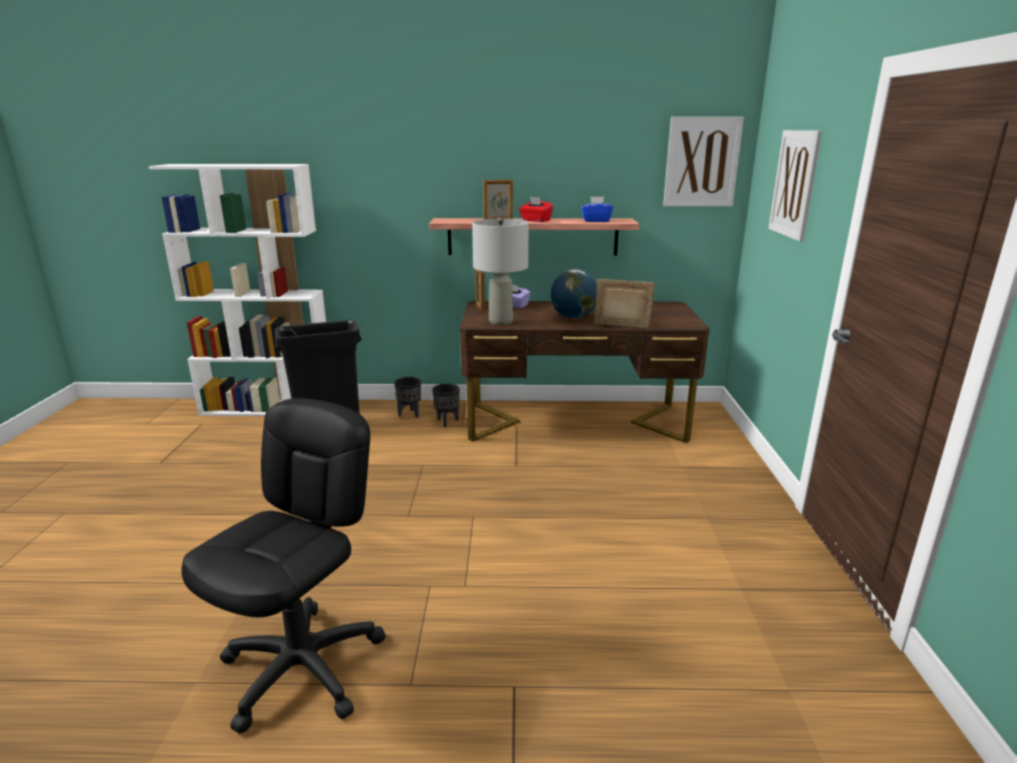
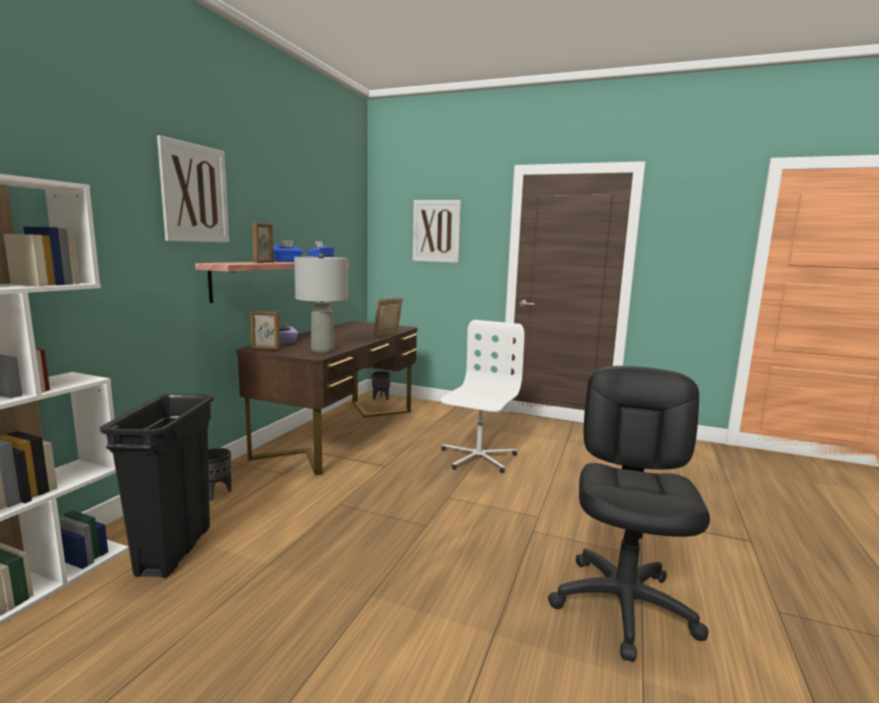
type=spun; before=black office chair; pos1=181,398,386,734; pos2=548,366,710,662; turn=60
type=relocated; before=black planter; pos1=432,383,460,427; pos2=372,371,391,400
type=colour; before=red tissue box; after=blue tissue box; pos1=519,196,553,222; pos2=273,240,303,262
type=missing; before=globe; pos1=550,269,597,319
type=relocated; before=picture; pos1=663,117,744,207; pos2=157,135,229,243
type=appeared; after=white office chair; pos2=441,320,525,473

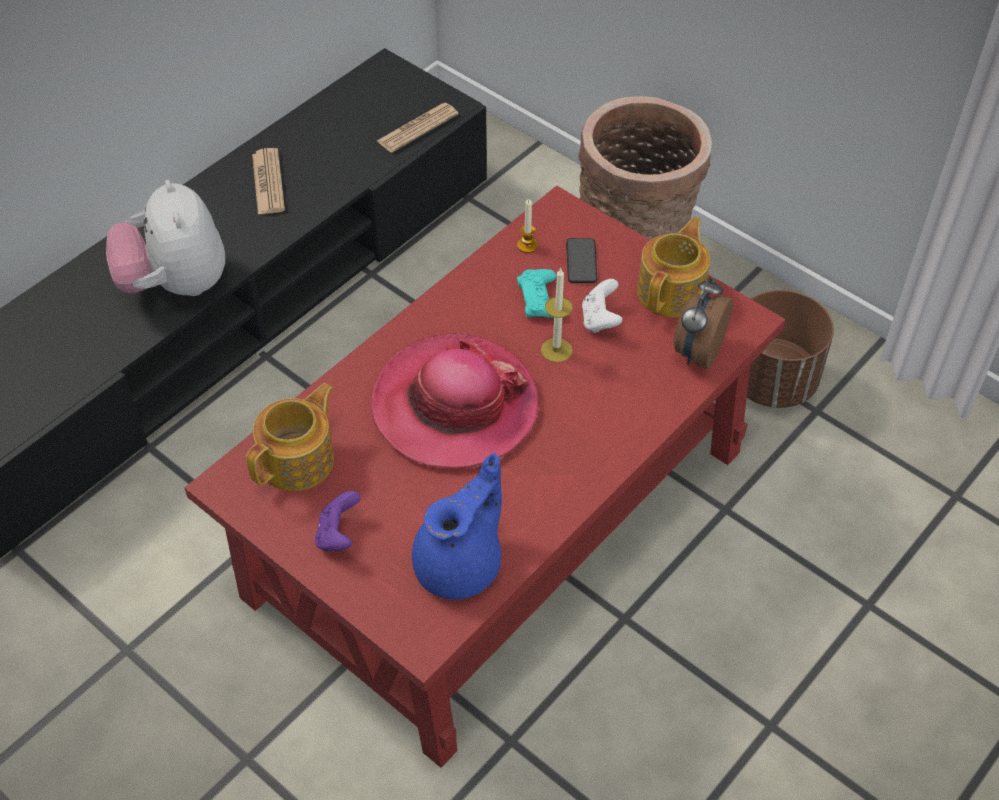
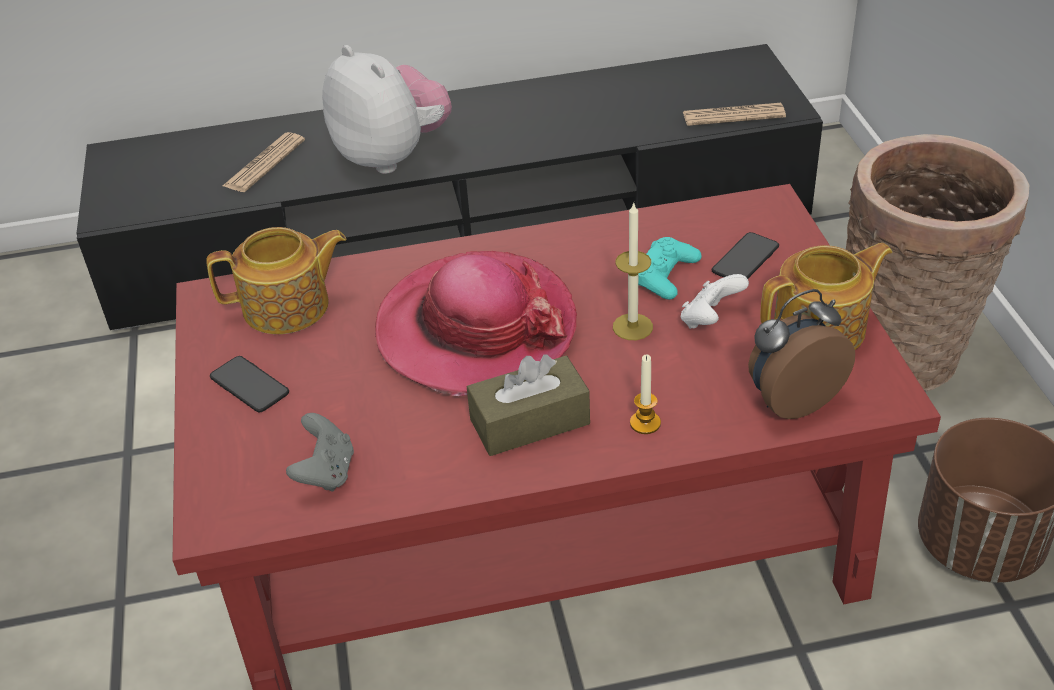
type=spun; before=plush toy; pos1=106,180,225,296; pos2=322,45,452,174; turn=120
type=relocated; before=newspaper; pos1=252,148,285,214; pos2=223,132,305,192
type=exchanged; before=purple game controller; after=phone; pos1=315,491,360,551; pos2=210,356,289,412
type=exchanged; before=blue teapot; after=grey game controller; pos1=412,453,502,600; pos2=286,413,354,492
type=relocated; before=candle; pos1=517,200,538,253; pos2=630,354,661,434
type=appeared; after=brown tissue box; pos2=467,354,590,456

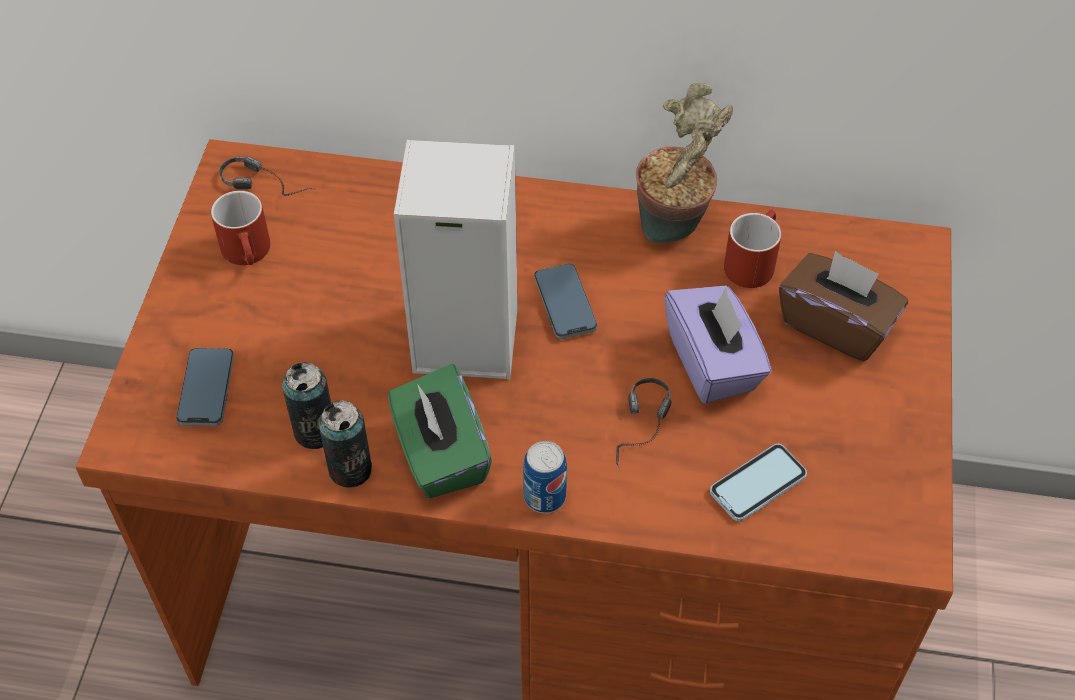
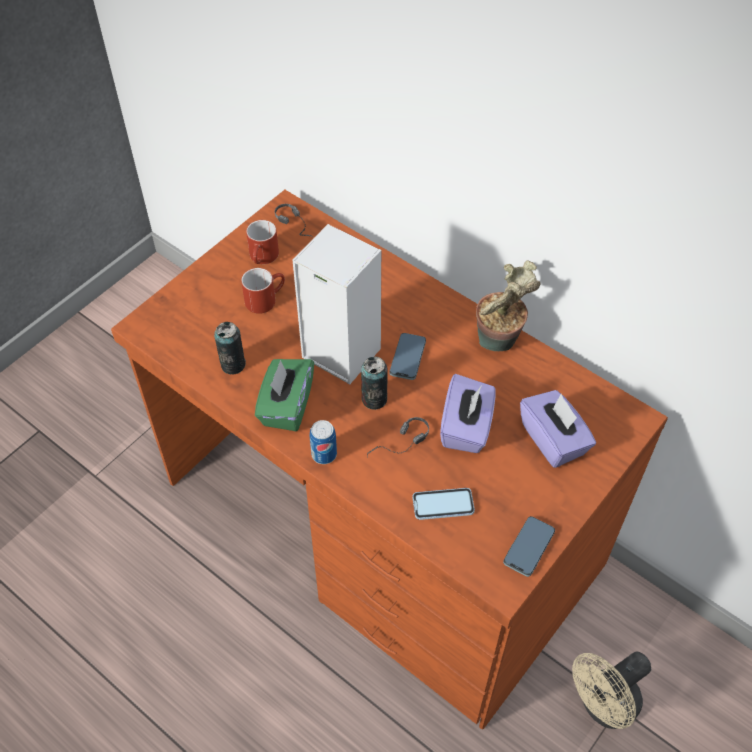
type=relocated; before=phone; pos1=176,348,234,426; pos2=503,516,555,577
type=relocated; before=can; pos1=318,400,372,488; pos2=361,357,388,410
type=relocated; before=red mug; pos1=724,210,782,288; pos2=241,268,285,314
type=colour; before=brown tissue box; after=purple tissue box; pos1=779,250,908,361; pos2=520,390,596,468
type=appeared; after=beige fan; pos2=572,651,651,729

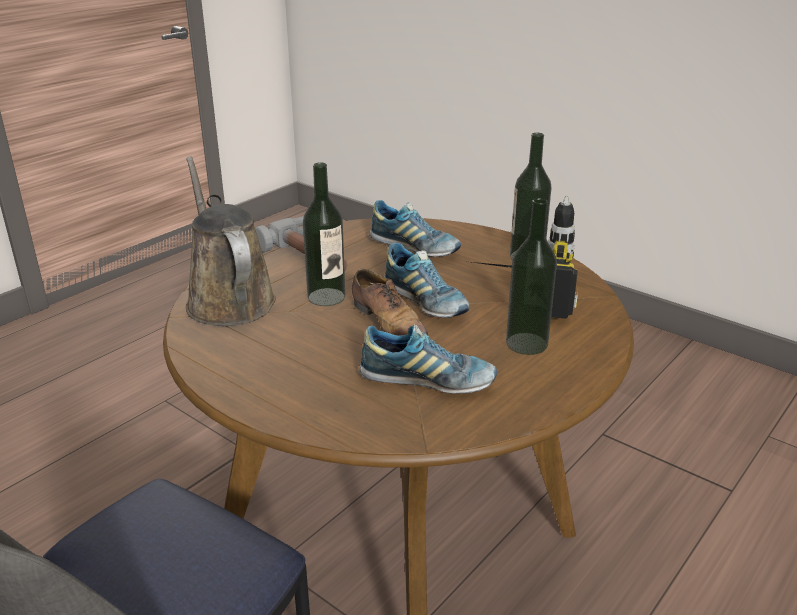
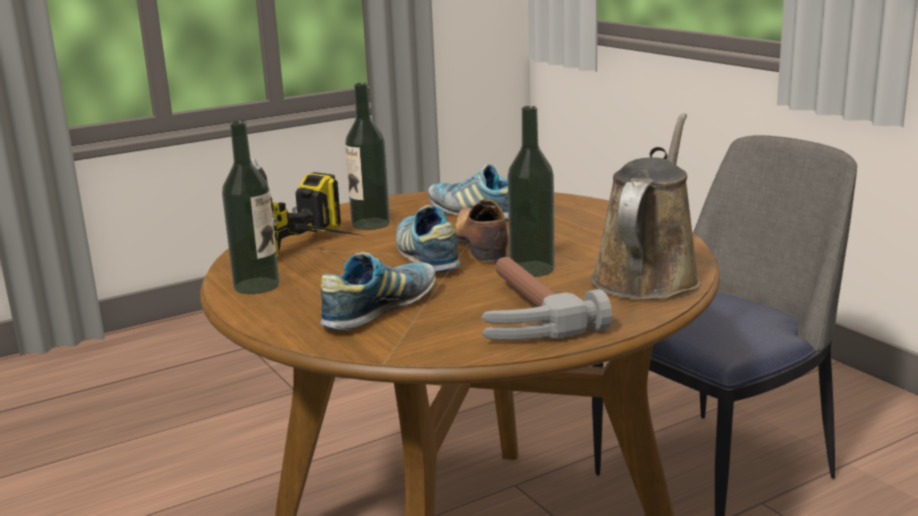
type=spun; before=brown watering can; pos1=186,156,276,326; pos2=591,113,701,300; turn=-150
type=spun; before=shoe; pos1=369,200,461,257; pos2=320,252,436,330; turn=75

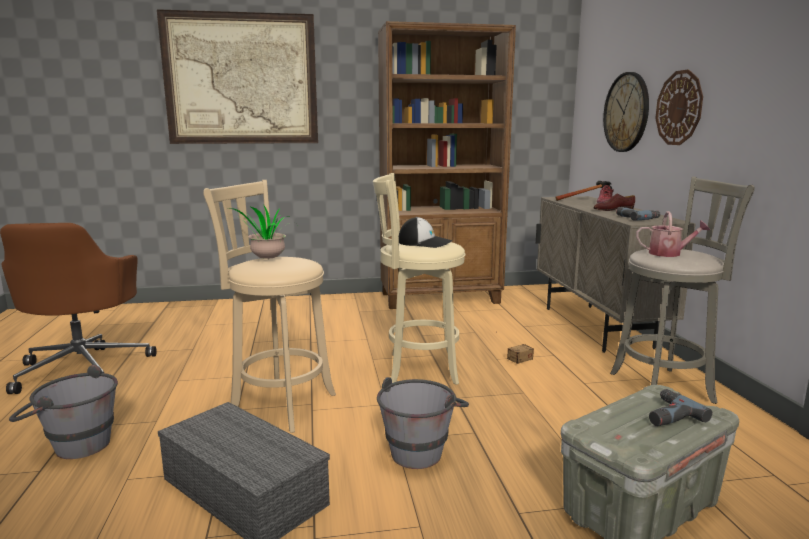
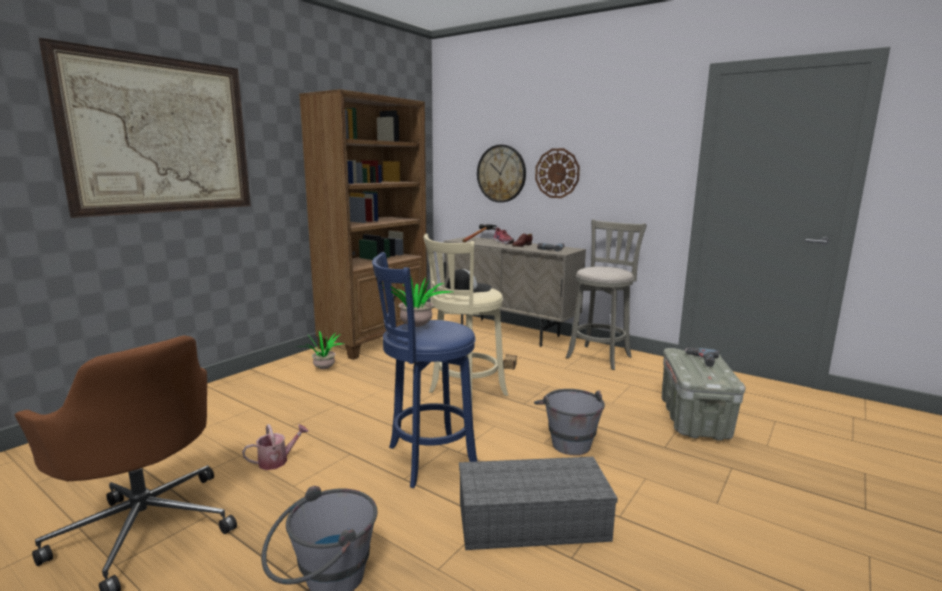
type=colour; before=beige stool; after=blue stool; pos1=203,180,336,433; pos2=372,252,478,488
type=relocated; before=watering can; pos1=636,211,710,257; pos2=242,424,308,470
type=appeared; after=potted plant; pos2=298,330,344,369

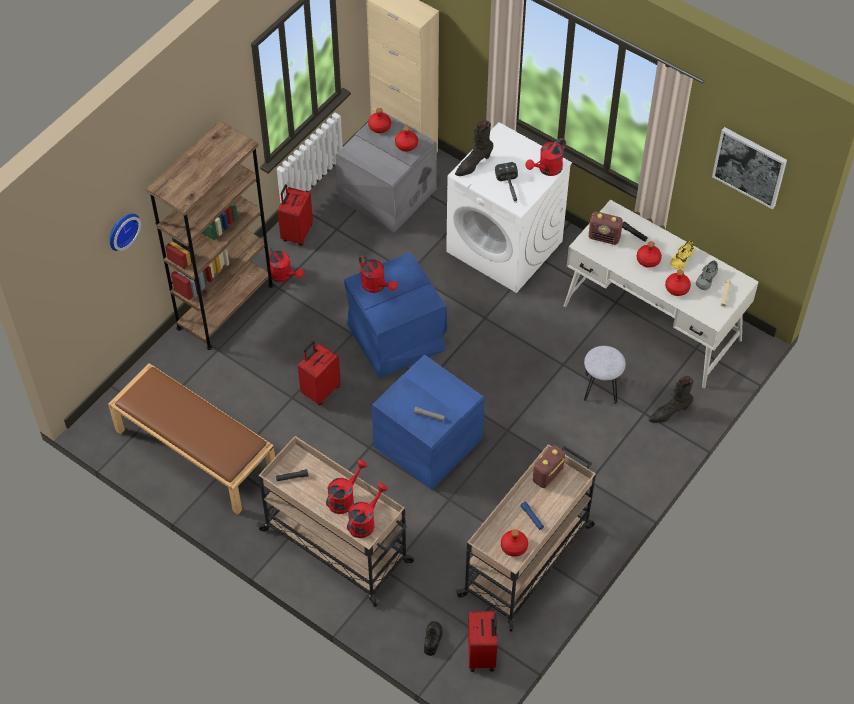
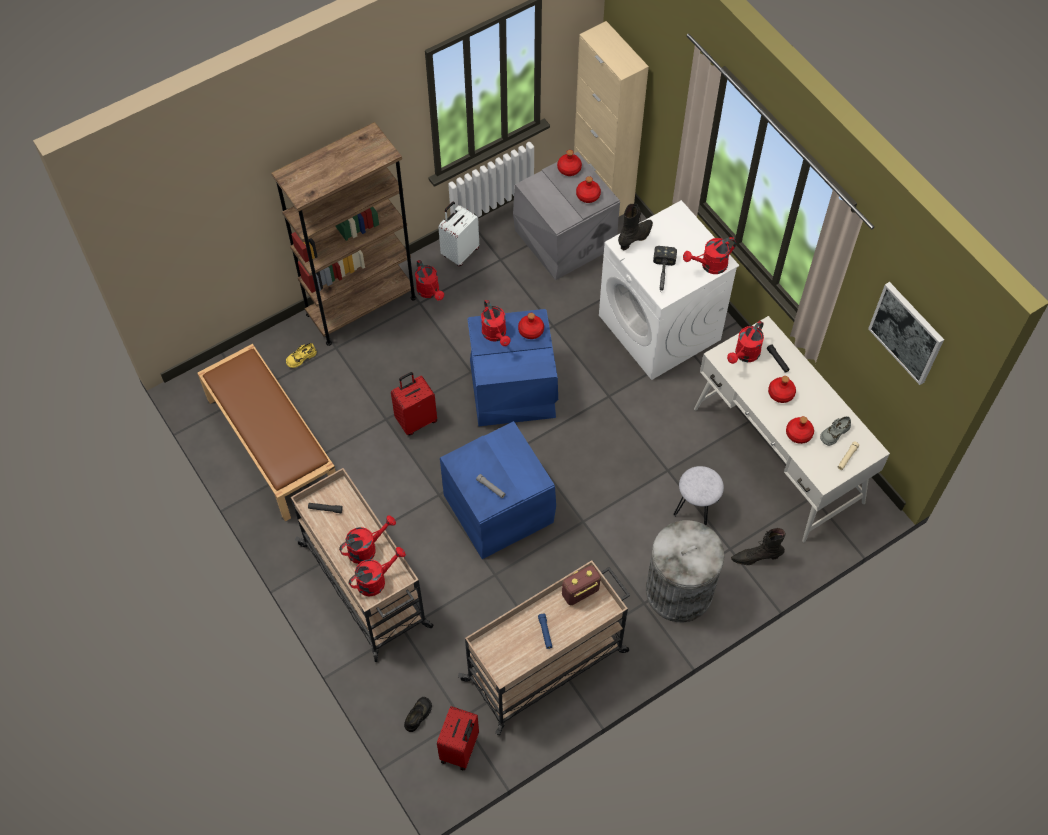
type=missing; before=wall clock; pos1=110,213,141,251
type=colour; before=red suitcase; after=white suitcase; pos1=278,184,313,246; pos2=438,202,479,266
type=spun; before=black boot; pos1=455,120,493,176; pos2=618,204,653,251; turn=150
type=relocated; before=red bottle; pos1=501,529,528,557; pos2=518,313,544,339
type=exchanged; before=radio; after=red watering can; pos1=588,212,623,245; pos2=727,321,764,364
type=relocated; before=yellow shoe; pos1=670,241,694,270; pos2=286,343,317,368
type=appeared; after=grey trash can; pos2=646,520,724,622

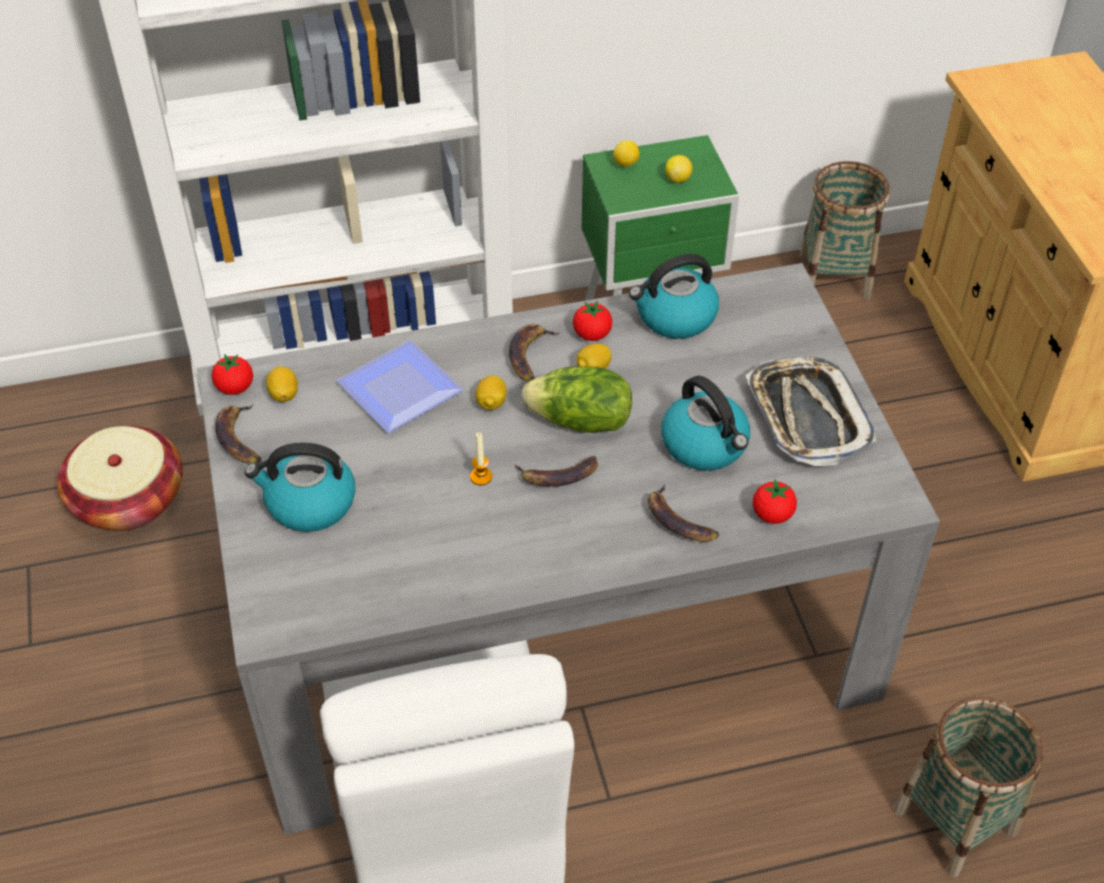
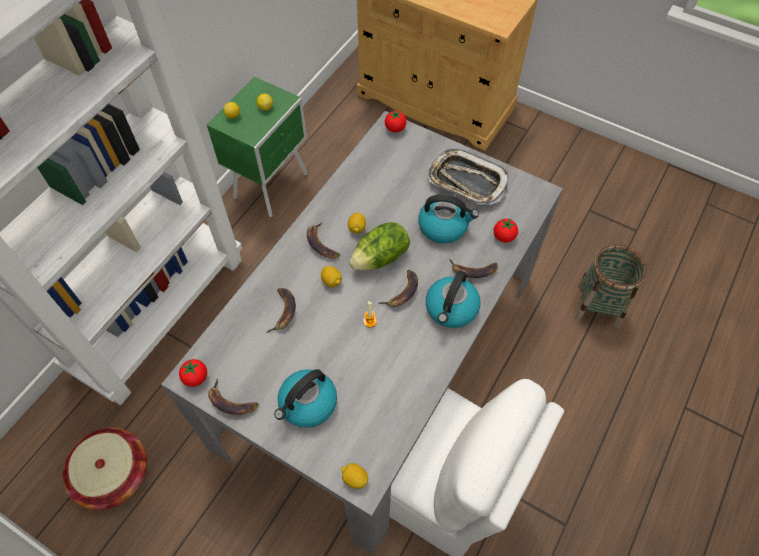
type=relocated; before=lemon; pos1=266,366,298,402; pos2=341,463,368,489
type=exchanged; before=plate; after=banana; pos1=337,340,463,433; pos2=266,288,296,333
type=relocated; before=tomato; pos1=573,301,612,341; pos2=385,110,406,132
type=relocated; before=kettle; pos1=629,254,719,339; pos2=426,271,480,328
type=missing; before=basket; pos1=799,161,890,300

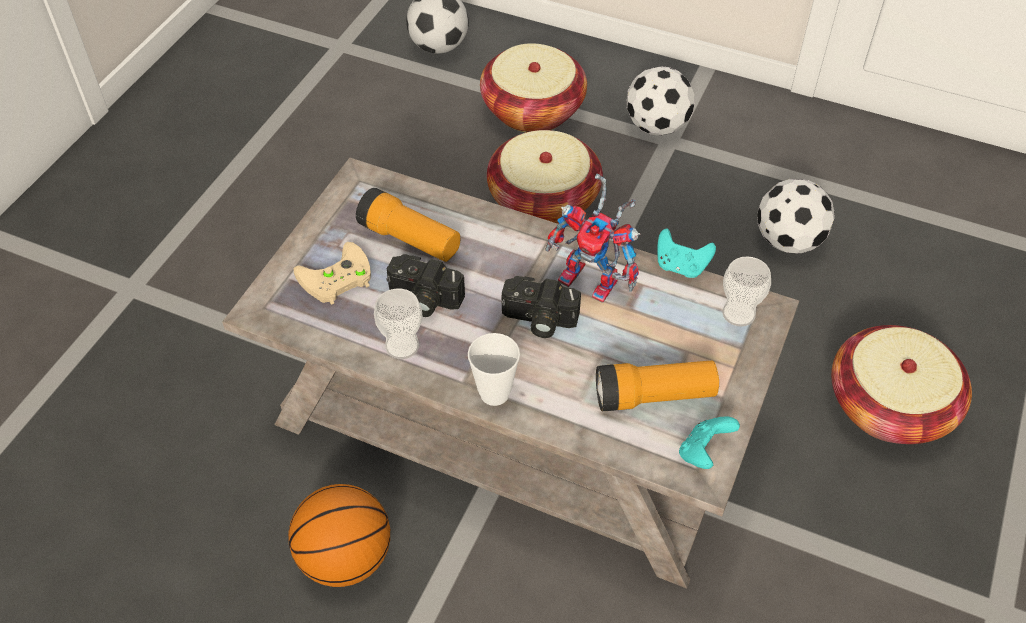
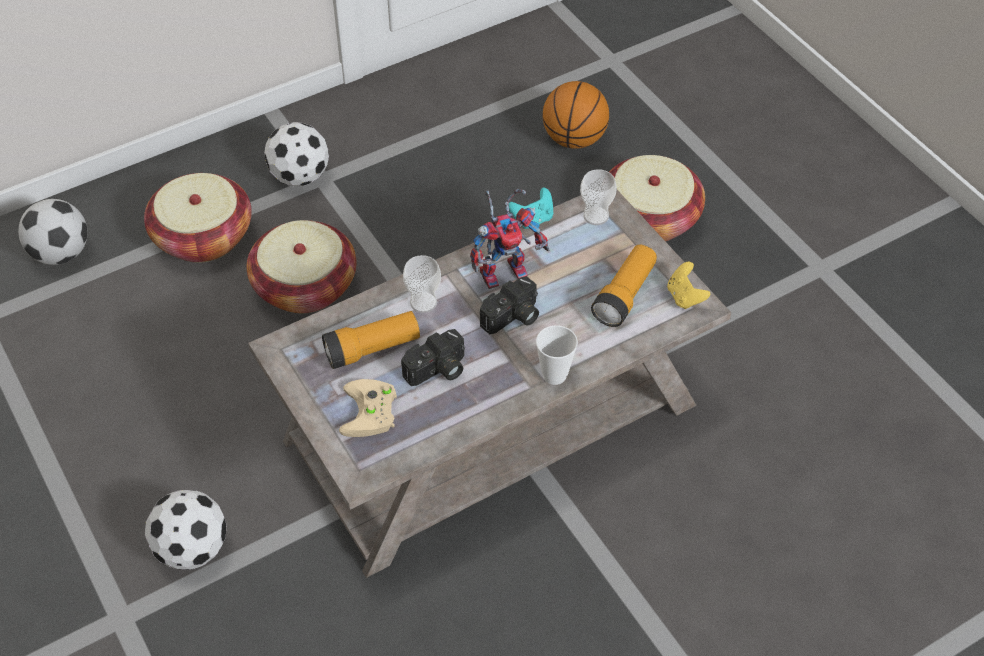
type=relocated; before=basketball; pos1=288,484,390,587; pos2=543,81,609,149
type=relocated; before=cup; pos1=374,288,422,359; pos2=403,255,441,313
type=colour; before=turquoise game controller; after=yellow game controller; pos1=679,416,740,469; pos2=667,262,710,309
type=relocated; before=football; pos1=757,179,835,253; pos2=145,490,227,569

